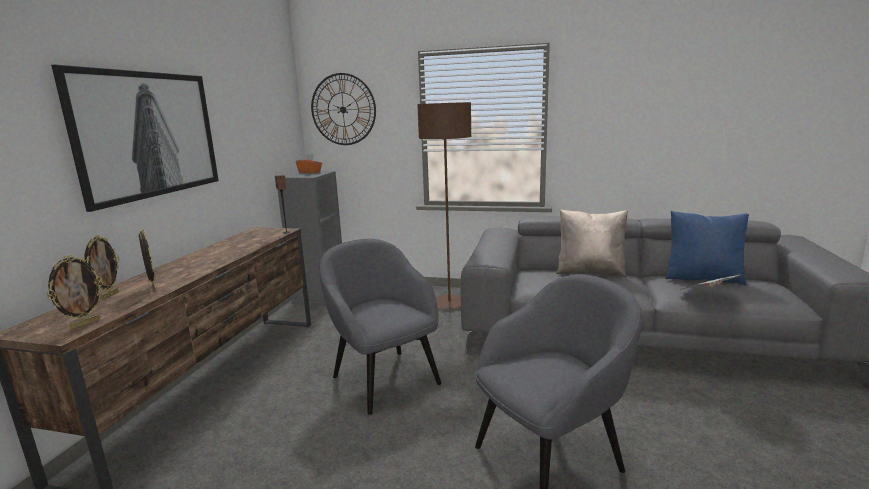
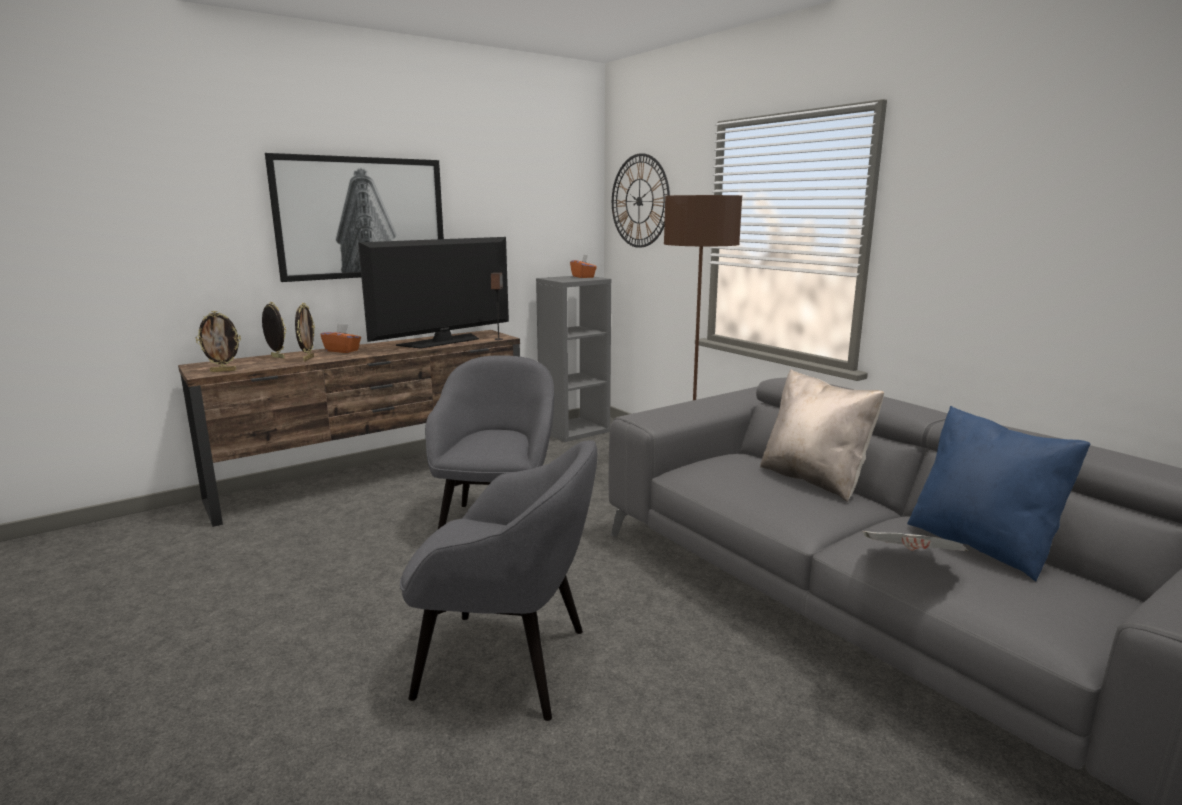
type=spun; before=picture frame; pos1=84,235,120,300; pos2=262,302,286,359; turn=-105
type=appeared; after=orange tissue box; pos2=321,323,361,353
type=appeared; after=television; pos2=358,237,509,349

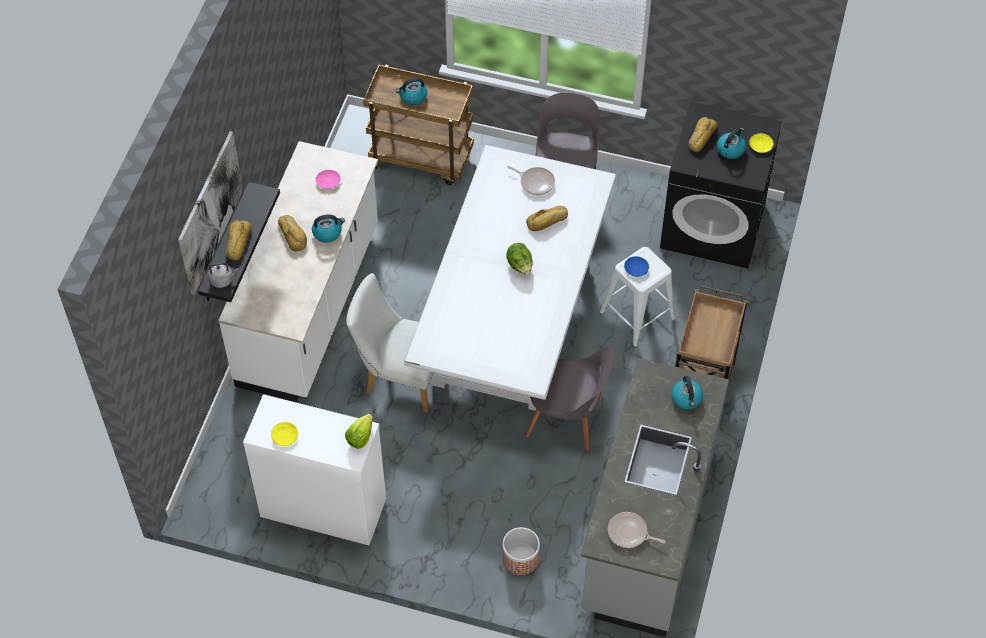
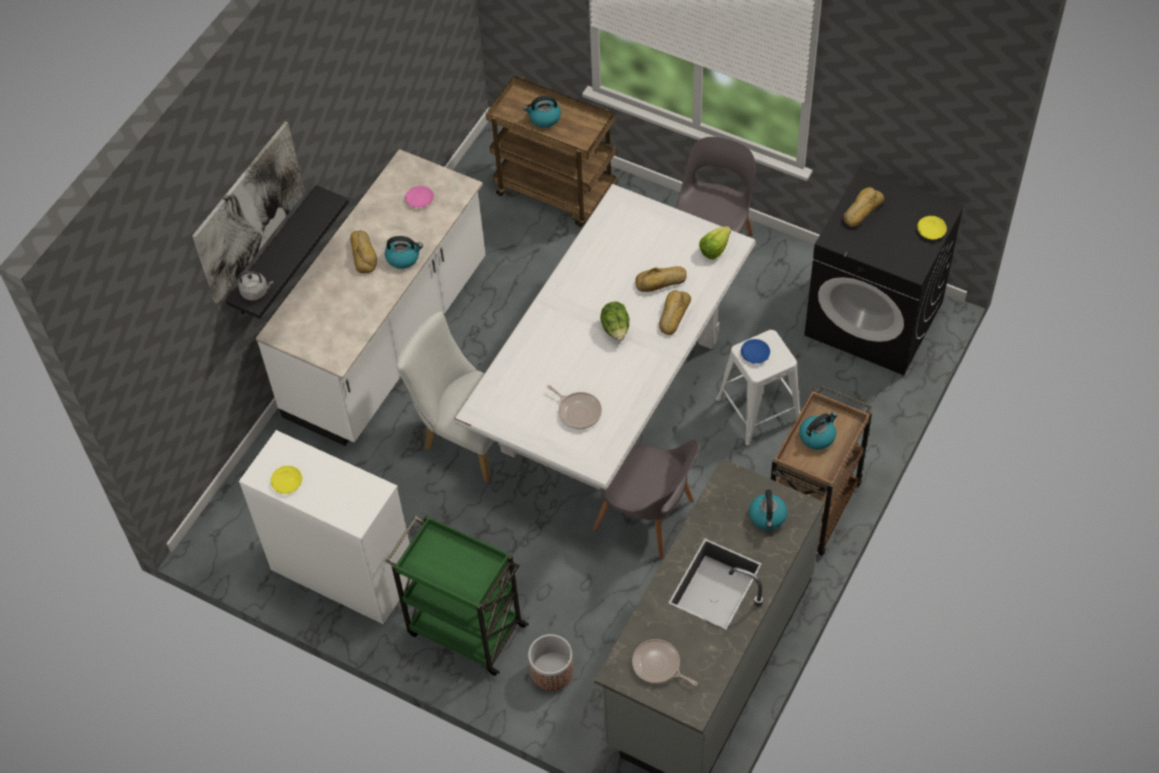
type=relocated; before=bread; pos1=226,220,252,260; pos2=659,290,691,335
type=relocated; before=lettuce; pos1=345,414,373,449; pos2=699,226,731,259
type=relocated; before=frying pan; pos1=507,166,555,195; pos2=547,385,602,429
type=relocated; before=kettle; pos1=717,128,746,159; pos2=799,412,837,450
type=appeared; after=green cart; pos2=386,515,529,676

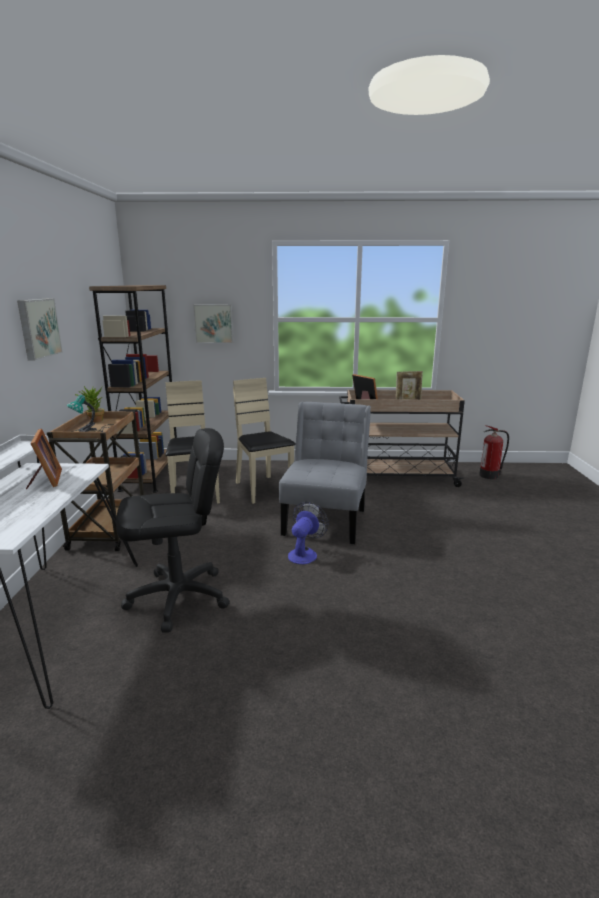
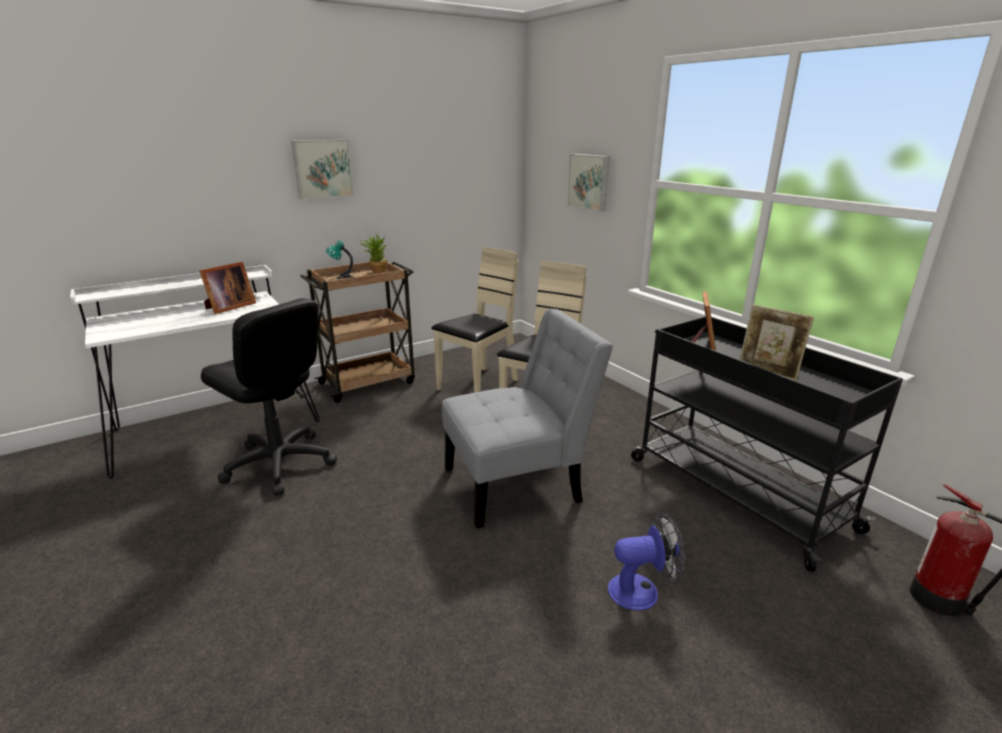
type=missing; before=brown bookcase; pos1=89,285,177,493
type=relocated; before=fan; pos1=288,502,328,564; pos2=608,513,685,610
type=colour; before=beige cart; after=black cart; pos1=339,390,465,487; pos2=631,316,903,572

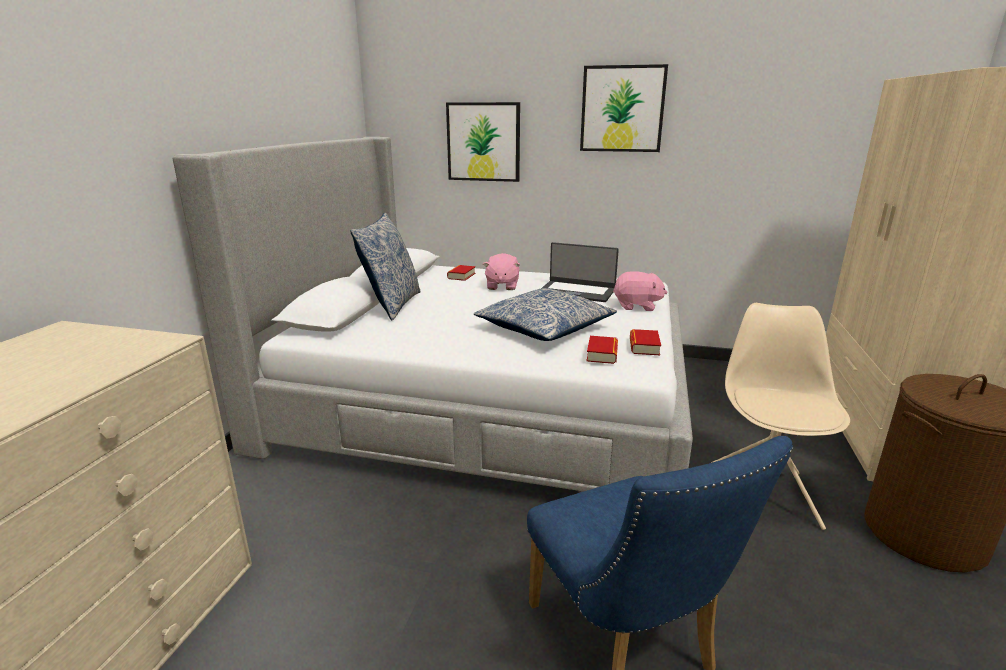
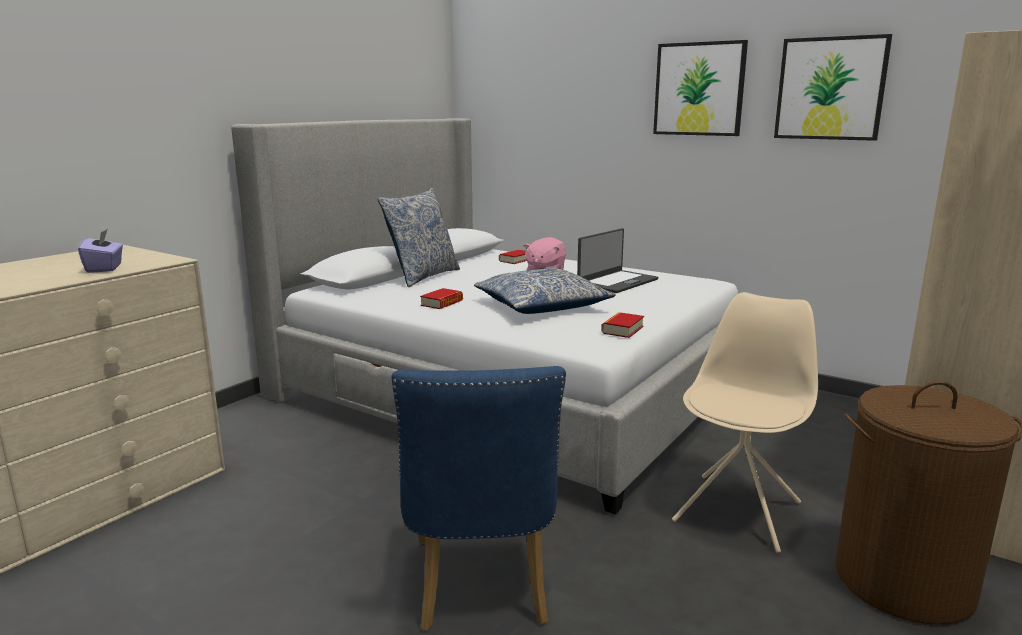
type=relocated; before=picture; pos1=446,102,520,182; pos2=774,34,892,141
type=spun; before=laptop; pos1=541,242,619,302; pos2=577,228,658,293; turn=-90
type=relocated; before=book; pos1=586,336,618,364; pos2=420,288,463,309
type=missing; before=pink plush toy; pos1=613,271,668,311
type=appeared; after=purple tissue box; pos2=78,229,123,273

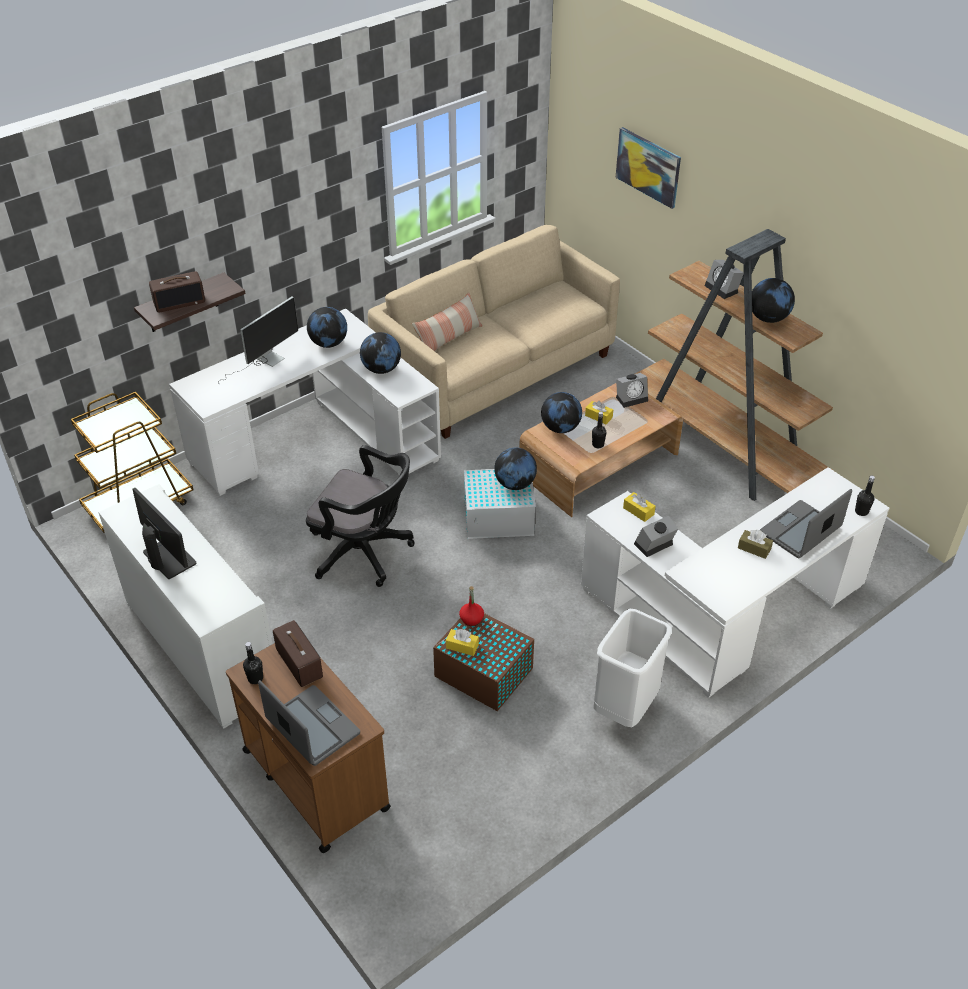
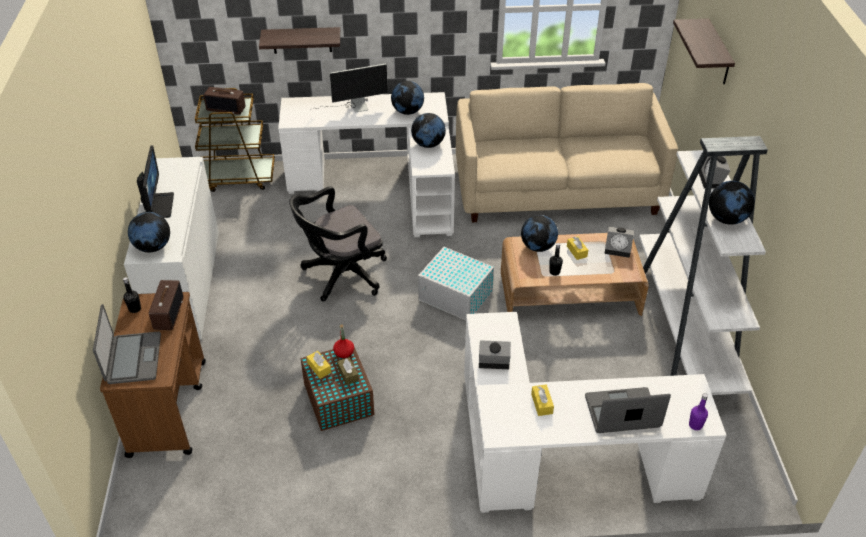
type=relocated; before=radio; pos1=149,271,205,313; pos2=203,87,245,115
type=spun; before=black office chair; pos1=306,445,415,587; pos2=289,186,387,302; turn=90
type=missing; before=pillow; pos1=412,293,482,351
type=relocated; before=globe; pos1=494,448,537,490; pos2=128,212,170,253
type=missing; before=white trash can; pos1=593,608,672,727
type=exchanged; before=picture; after=shelf; pos1=616,127,681,209; pos2=673,18,735,84
type=relocated; before=yellow tissue box; pos1=623,492,656,522; pos2=531,384,554,416
type=colour; before=brown bookcase; after=white bookcase; pos1=635,229,834,501; pos2=639,136,768,395
type=relocated; before=brown tissue box; pos1=738,530,773,559; pos2=337,357,359,385
type=colour; before=black bottle; after=purple bottle; pos1=855,476,875,516; pos2=689,393,708,430

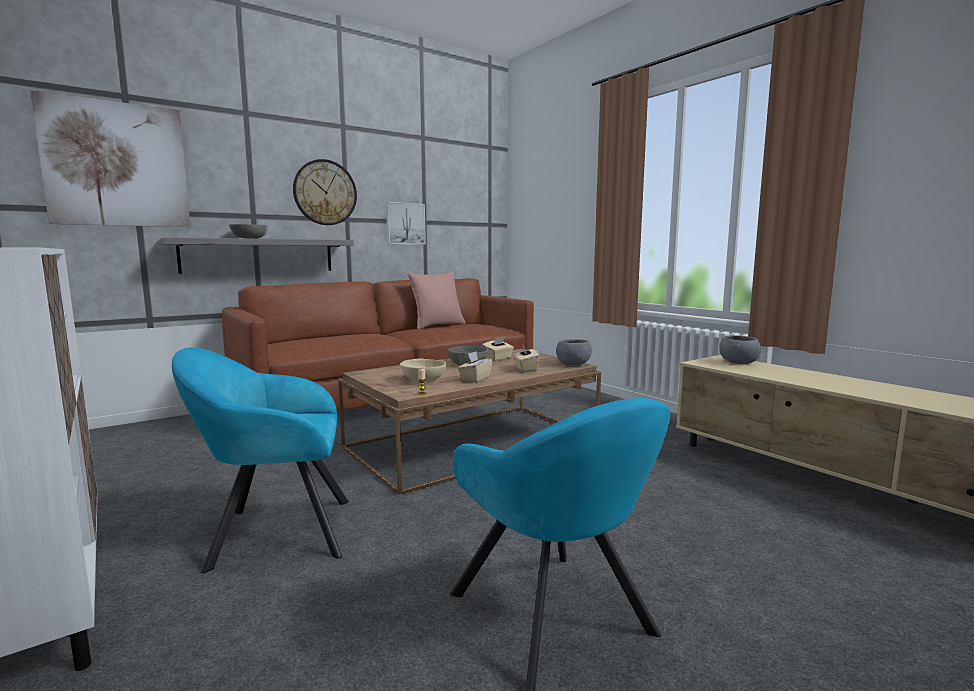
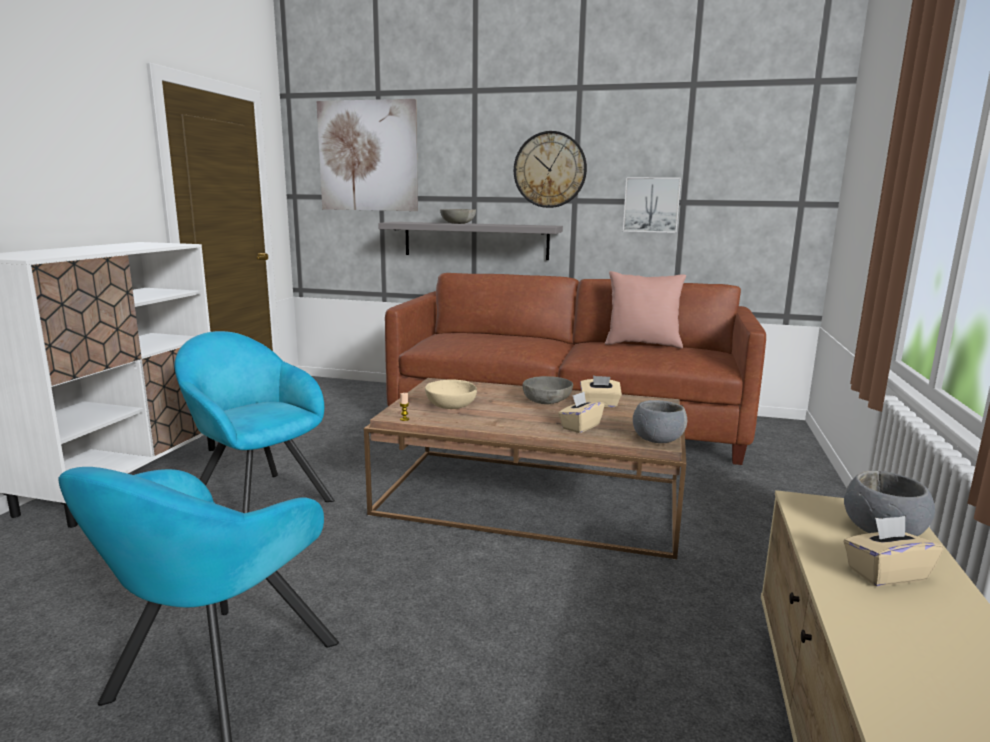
type=relocated; before=beige tissue box; pos1=458,351,492,383; pos2=843,516,944,586

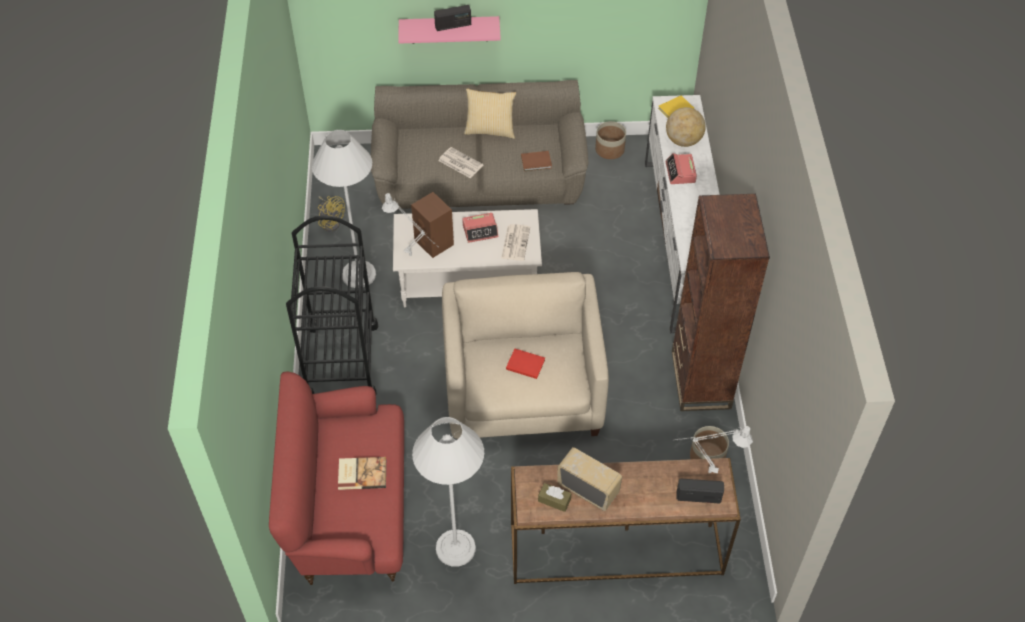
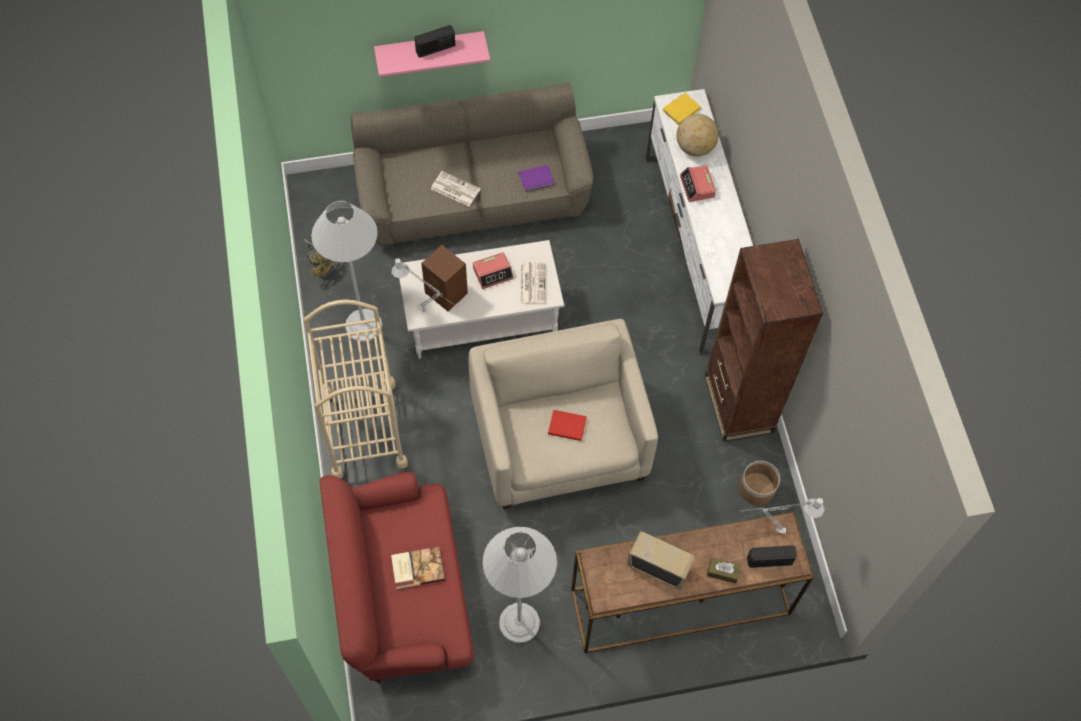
type=colour; before=black cart; after=beige cart; pos1=286,215,378,395; pos2=303,300,408,479
type=missing; before=pillow; pos1=464,88,516,139
type=colour; before=brown book; after=purple book; pos1=521,151,552,171; pos2=519,165,554,192
type=relocated; before=brown tissue box; pos1=538,483,571,512; pos2=707,557,741,584
type=missing; before=planter; pos1=595,121,626,159

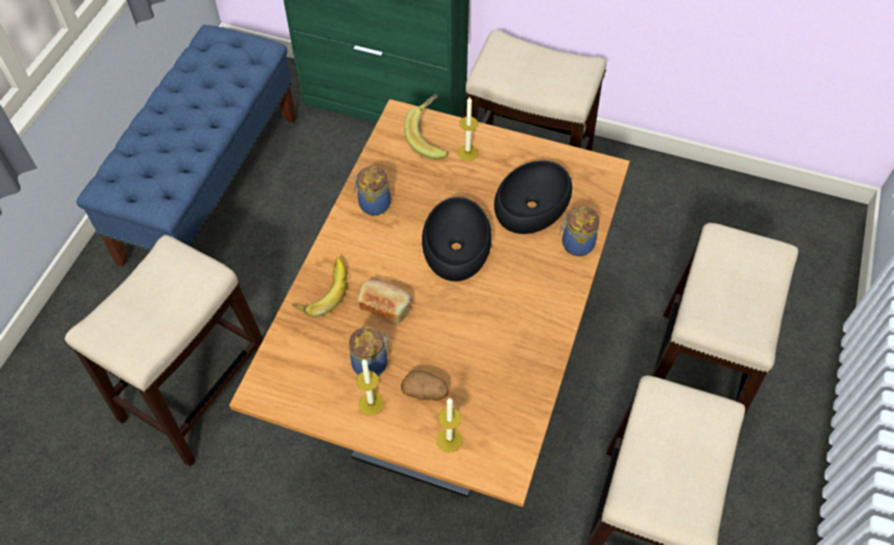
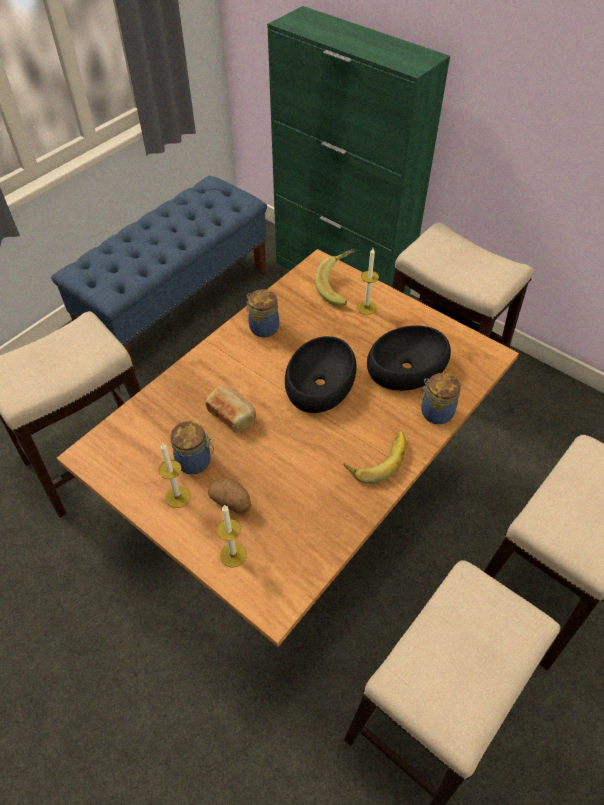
type=relocated; before=banana; pos1=292,257,347,317; pos2=344,431,406,484

